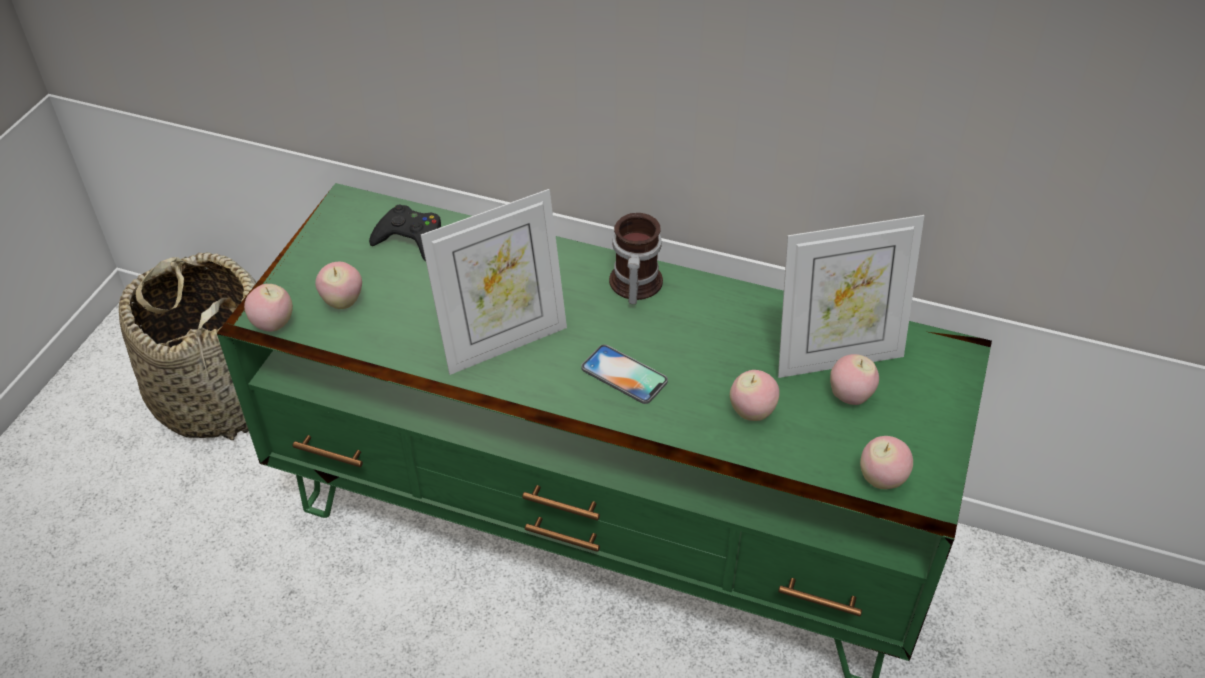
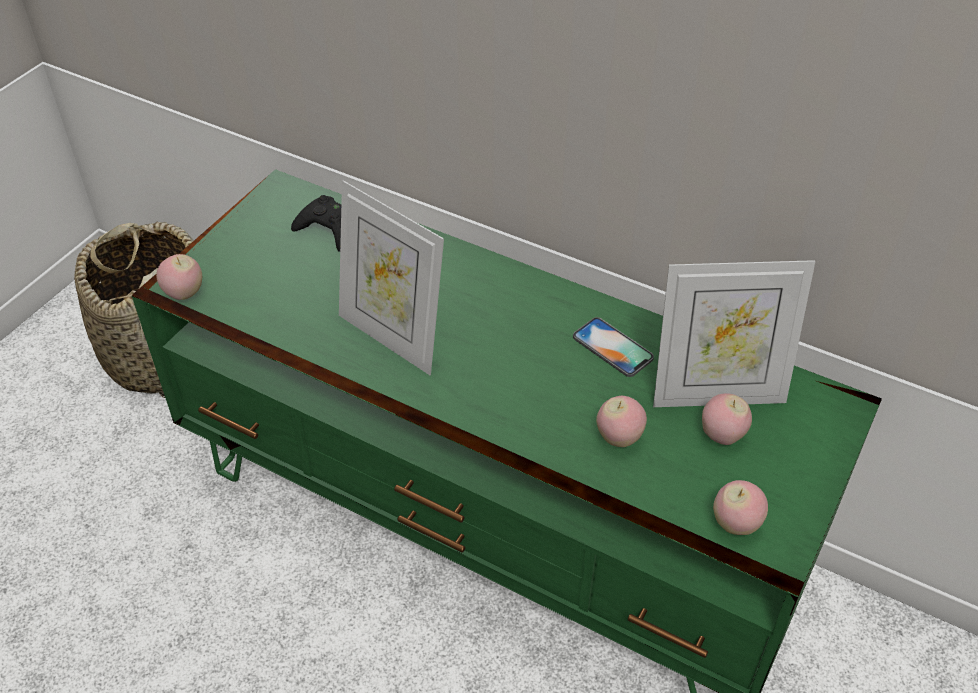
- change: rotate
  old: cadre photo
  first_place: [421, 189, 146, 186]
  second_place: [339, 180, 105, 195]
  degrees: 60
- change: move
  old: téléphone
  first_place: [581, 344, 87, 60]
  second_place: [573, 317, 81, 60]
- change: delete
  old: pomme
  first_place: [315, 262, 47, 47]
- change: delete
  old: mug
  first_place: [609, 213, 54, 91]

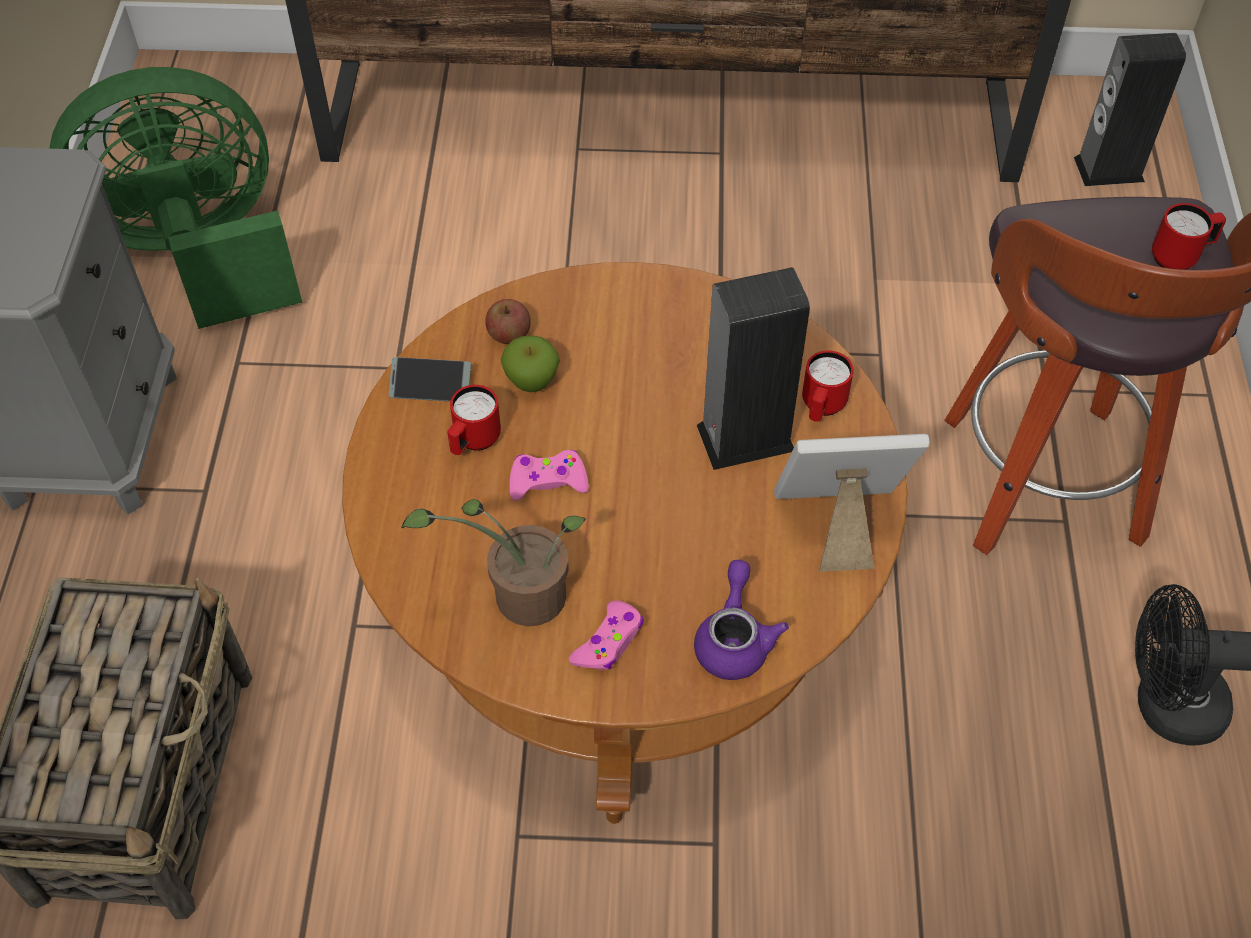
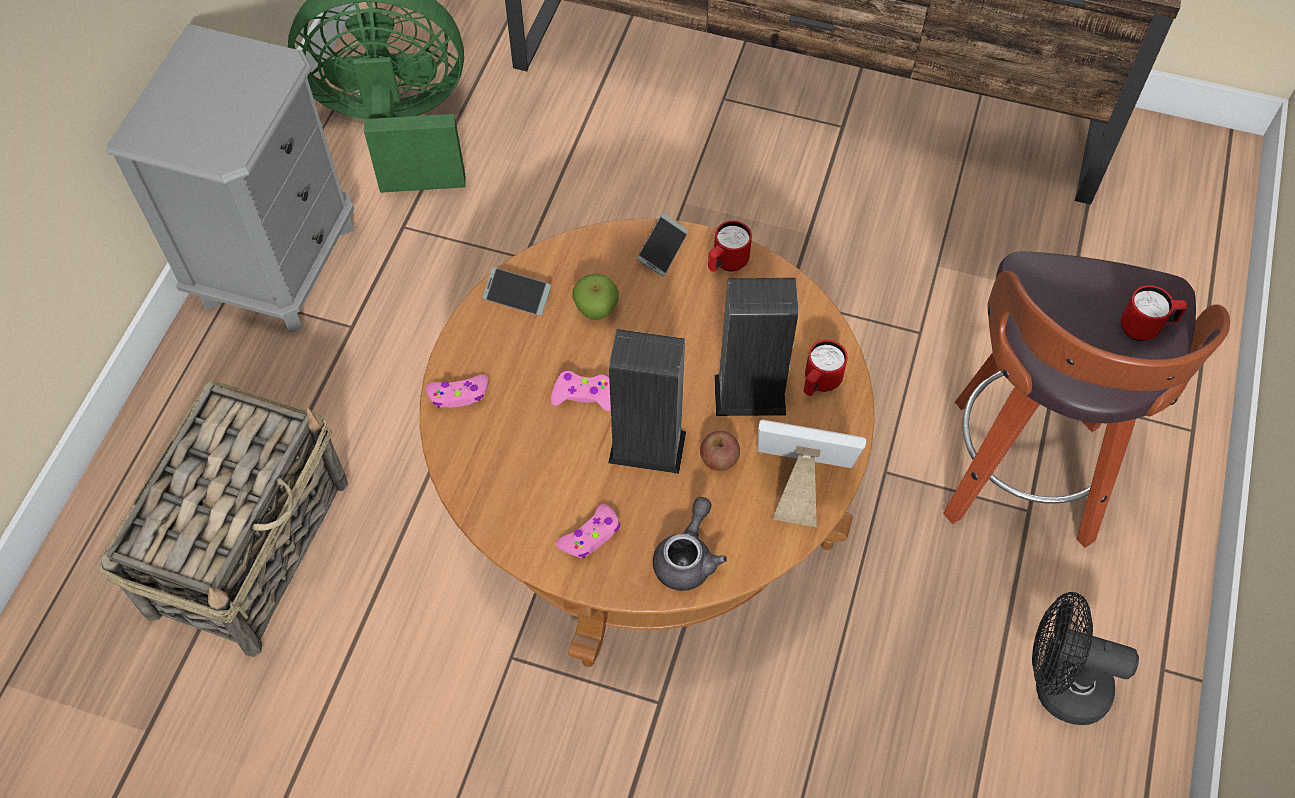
- change: insert
  new: manette/rose
  second_place: [426, 375, 62, 33]
- change: move
  old: enceinte
  first_place: [1074, 33, 112, 153]
  second_place: [608, 329, 78, 145]
- change: insert
  new: téléphone
  second_place: [637, 213, 51, 63]
- change: recolor
  old: théière/violet
  new: théière/gris
  first_place: [694, 560, 95, 120]
  second_place: [653, 497, 74, 94]
- change: move
  old: pomme
  first_place: [485, 299, 46, 45]
  second_place: [700, 431, 40, 40]
- change: move
  old: mug/rouge
  first_place: [447, 385, 54, 70]
  second_place: [708, 221, 44, 51]
- change: delete
  old: plante en pot
  first_place: [401, 499, 185, 127]

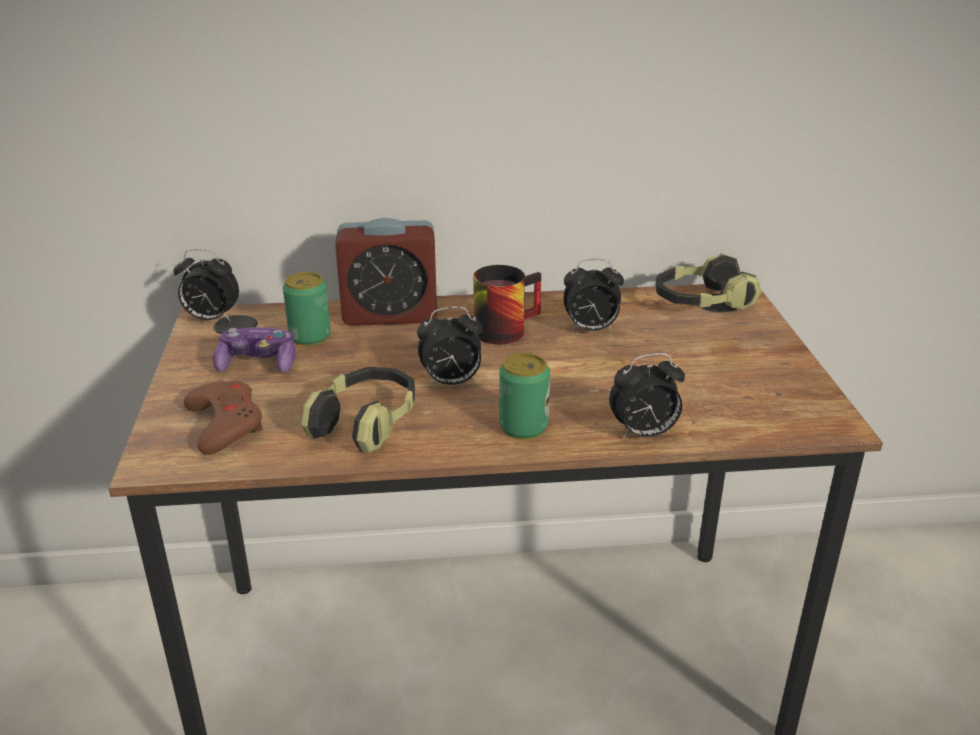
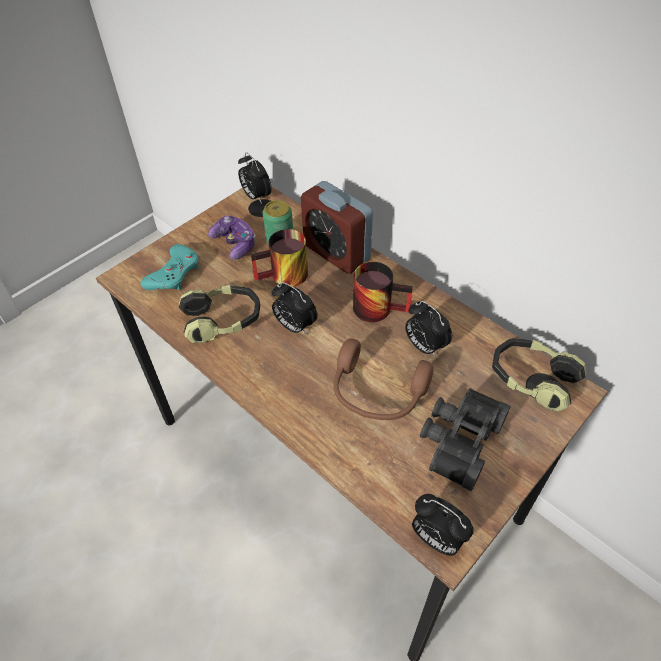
- change: recolor
  old: manette/marron
  new: manette/turquoise
  first_place: [184, 380, 79, 75]
  second_place: [140, 244, 59, 46]
- change: insert
  new: mug
  second_place: [251, 229, 57, 58]
- change: insert
  new: casque audio/marron
  second_place: [333, 339, 101, 81]
- change: move
  old: réveil
  first_place: [609, 353, 76, 85]
  second_place: [412, 494, 62, 62]
- change: insert
  new: jumelles/noir
  second_place: [420, 388, 91, 103]
- change: delete
  old: boîte métallique
  first_place: [499, 353, 51, 87]

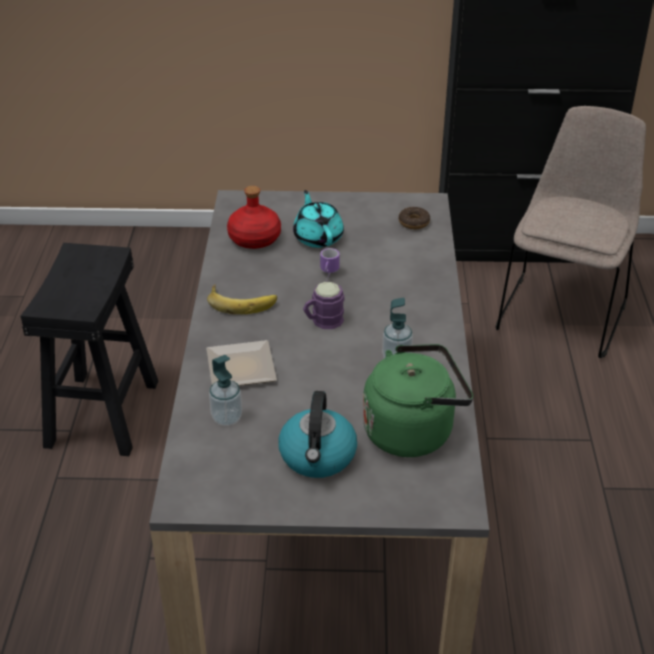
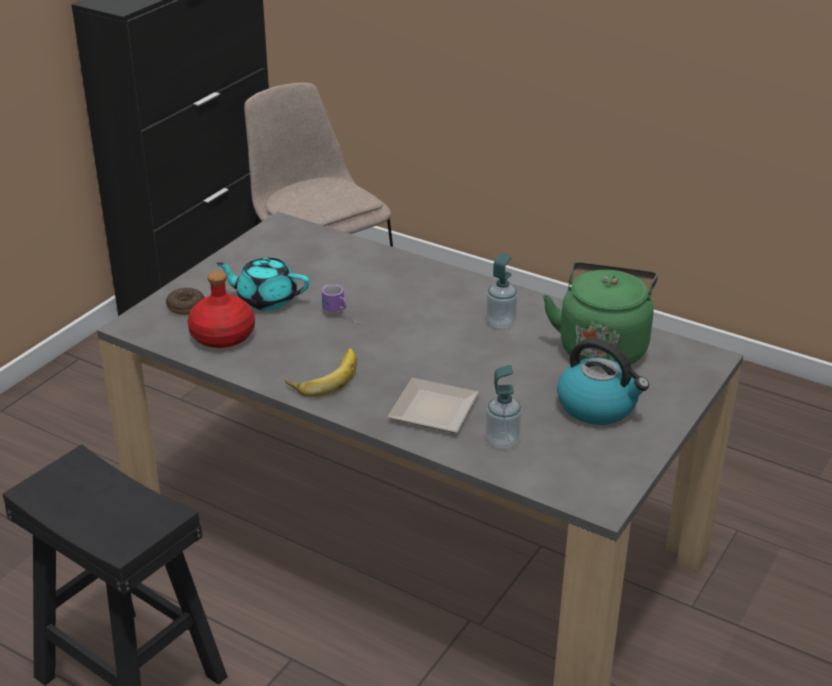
- change: move
  old: beignet
  first_place: [399, 207, 31, 22]
  second_place: [166, 288, 39, 27]
- change: delete
  old: mug/violet
  first_place: [303, 282, 41, 47]

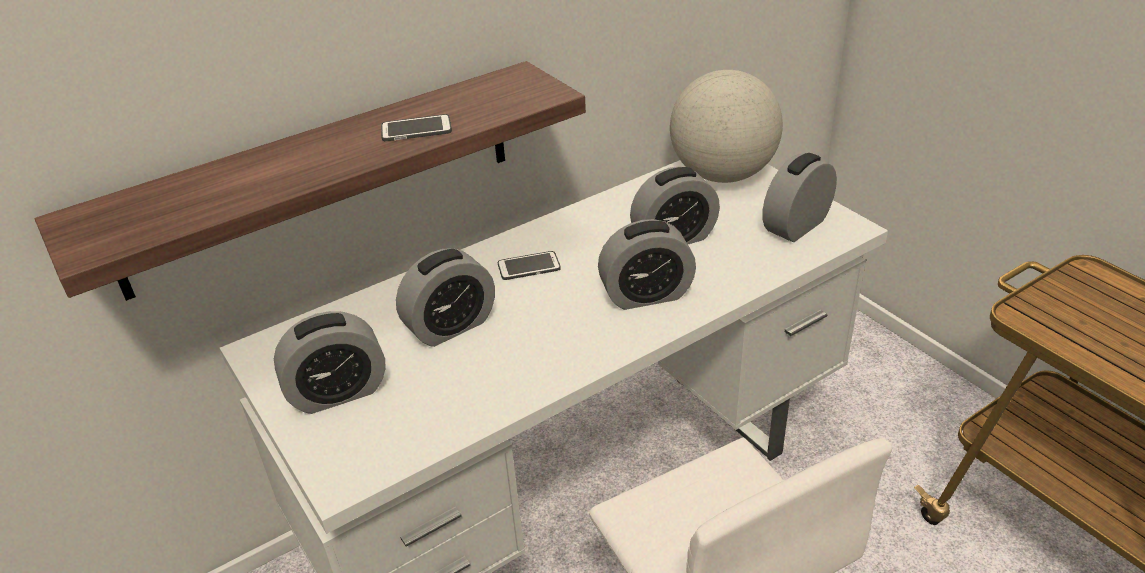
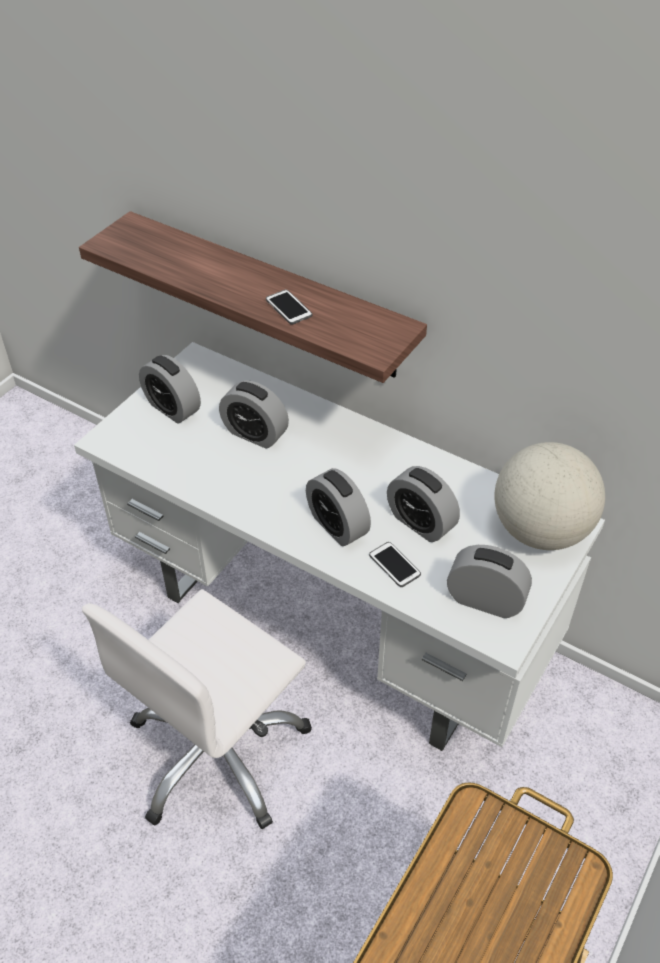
- change: move
  old: téléphone
  first_place: [498, 251, 63, 29]
  second_place: [369, 542, 52, 45]

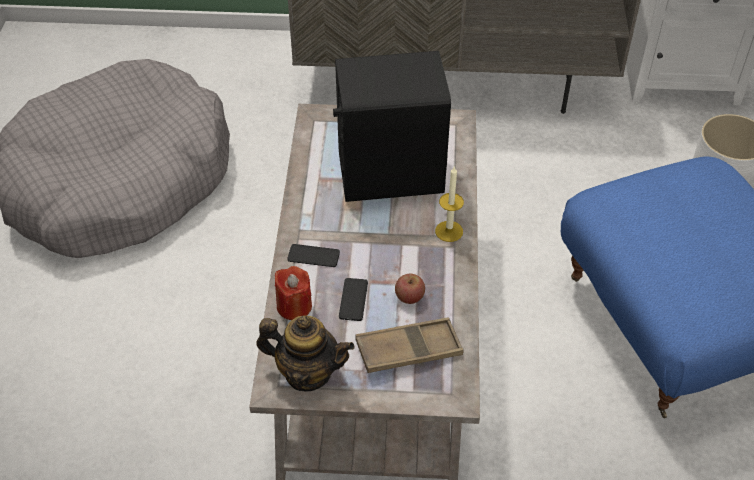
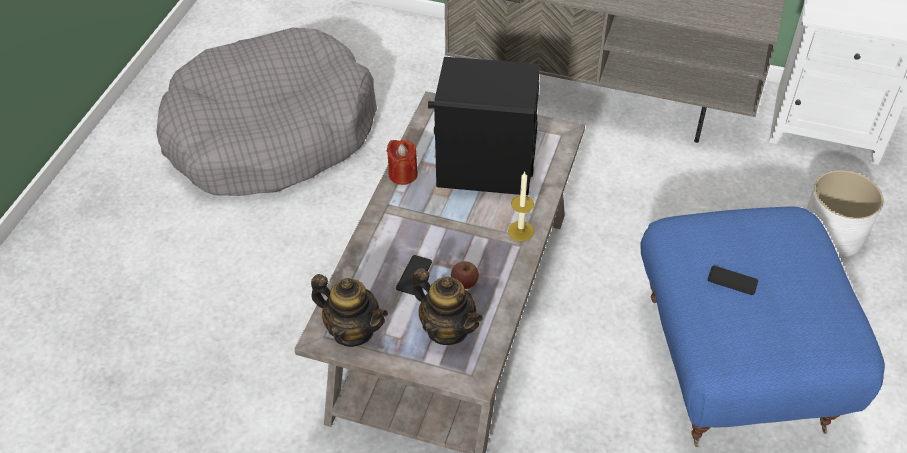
- change: move
  old: bougie/rouge
  first_place: [275, 266, 37, 54]
  second_place: [387, 139, 31, 46]
- change: replace
  old: plateau/marron
  new: théière
  first_place: [355, 318, 109, 55]
  second_place: [412, 268, 71, 77]
- change: move
  old: téléphone
  first_place: [287, 244, 53, 23]
  second_place: [708, 266, 50, 29]

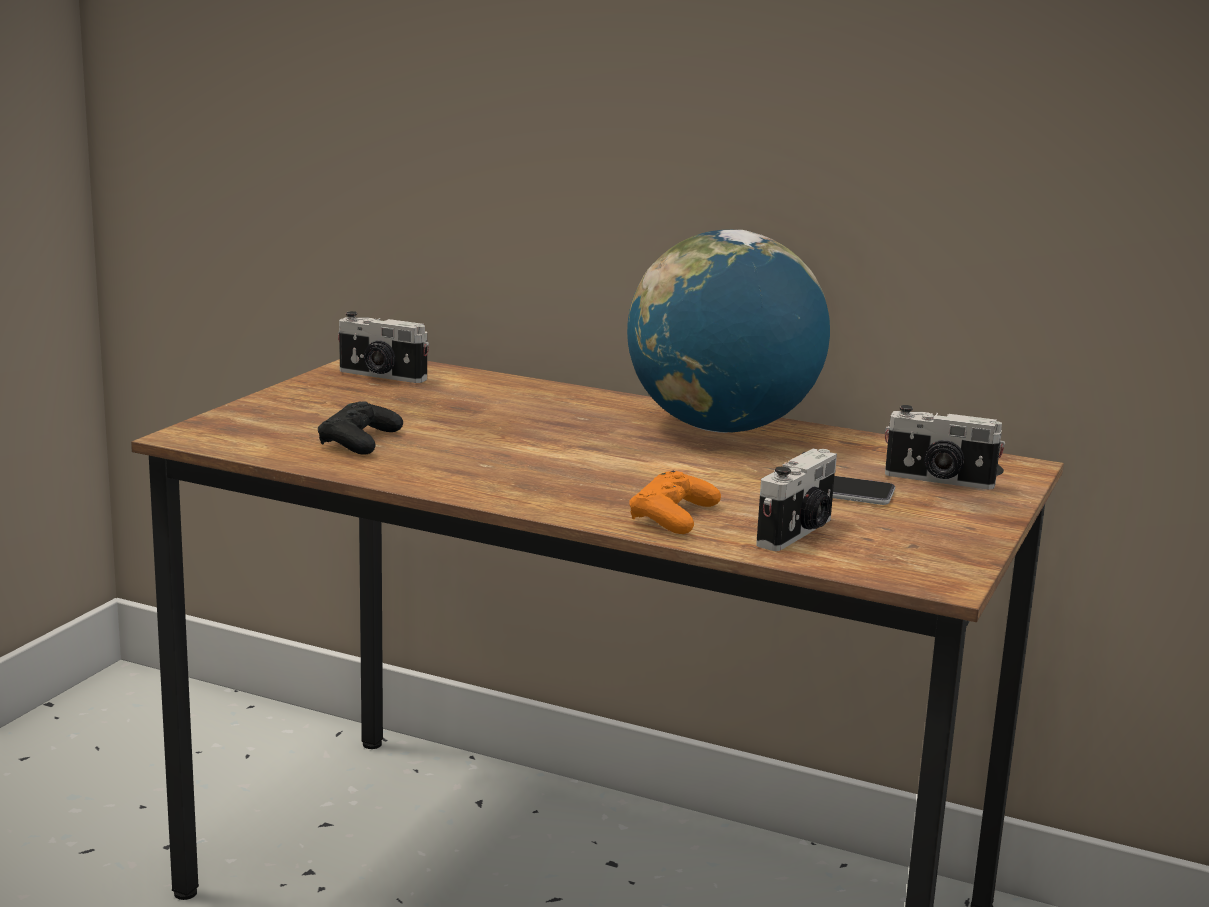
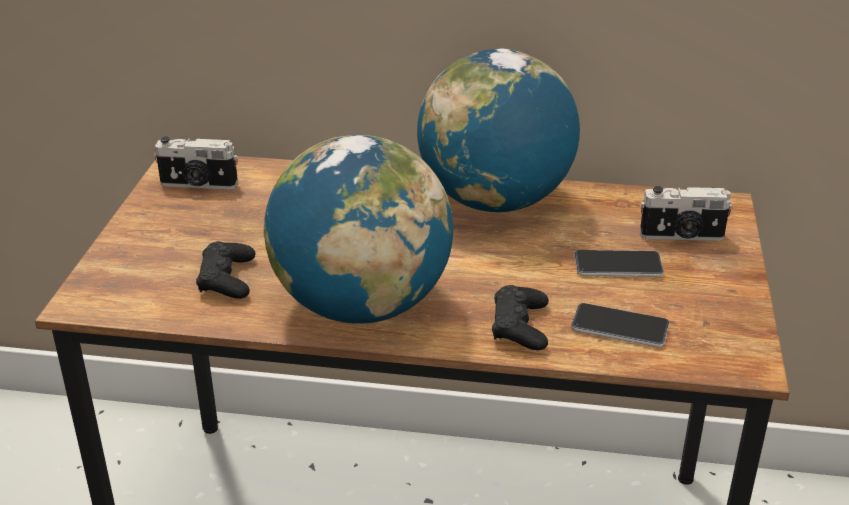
- change: insert
  new: globe
  second_place: [264, 135, 189, 188]
- change: recolor
  old: manette/orange
  new: manette/noir
  first_place: [629, 471, 92, 63]
  second_place: [492, 285, 57, 65]
- change: replace
  old: appareil photo
  new: téléphone
  first_place: [756, 448, 81, 103]
  second_place: [571, 303, 98, 44]

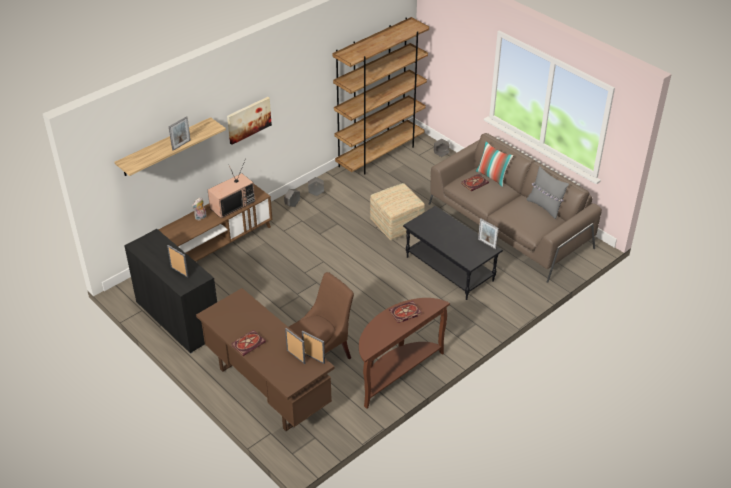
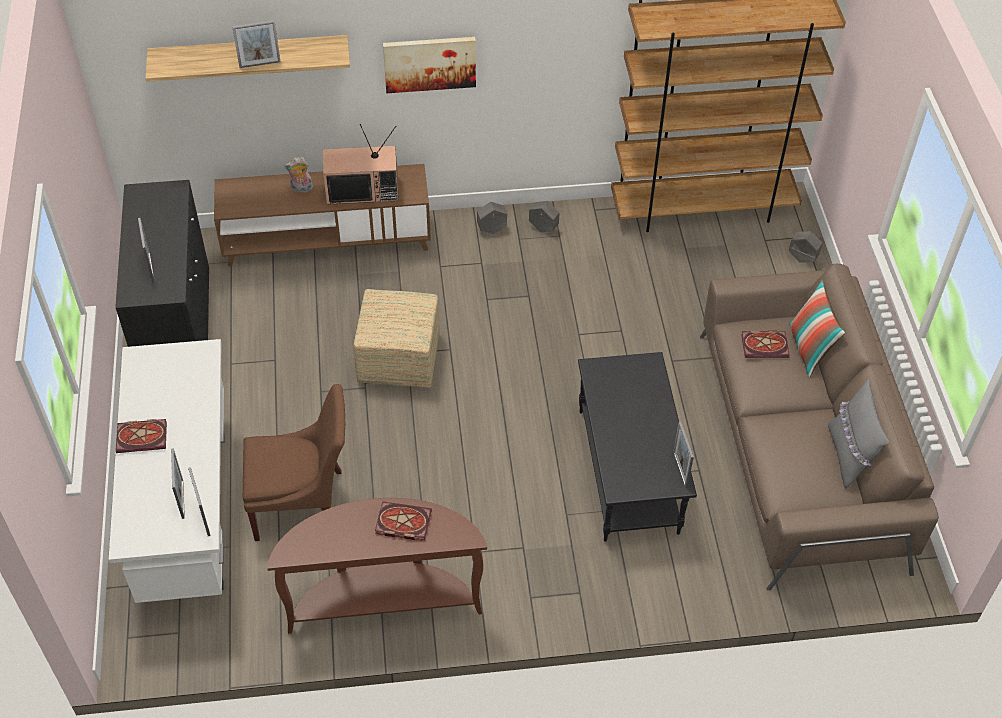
- change: recolor
  old: bureau/marron
  new: bureau/blanc
  first_place: [196, 288, 139, 143]
  second_place: [109, 339, 116, 264]
- change: move
  old: pouf
  first_place: [370, 183, 55, 58]
  second_place: [353, 289, 87, 99]

